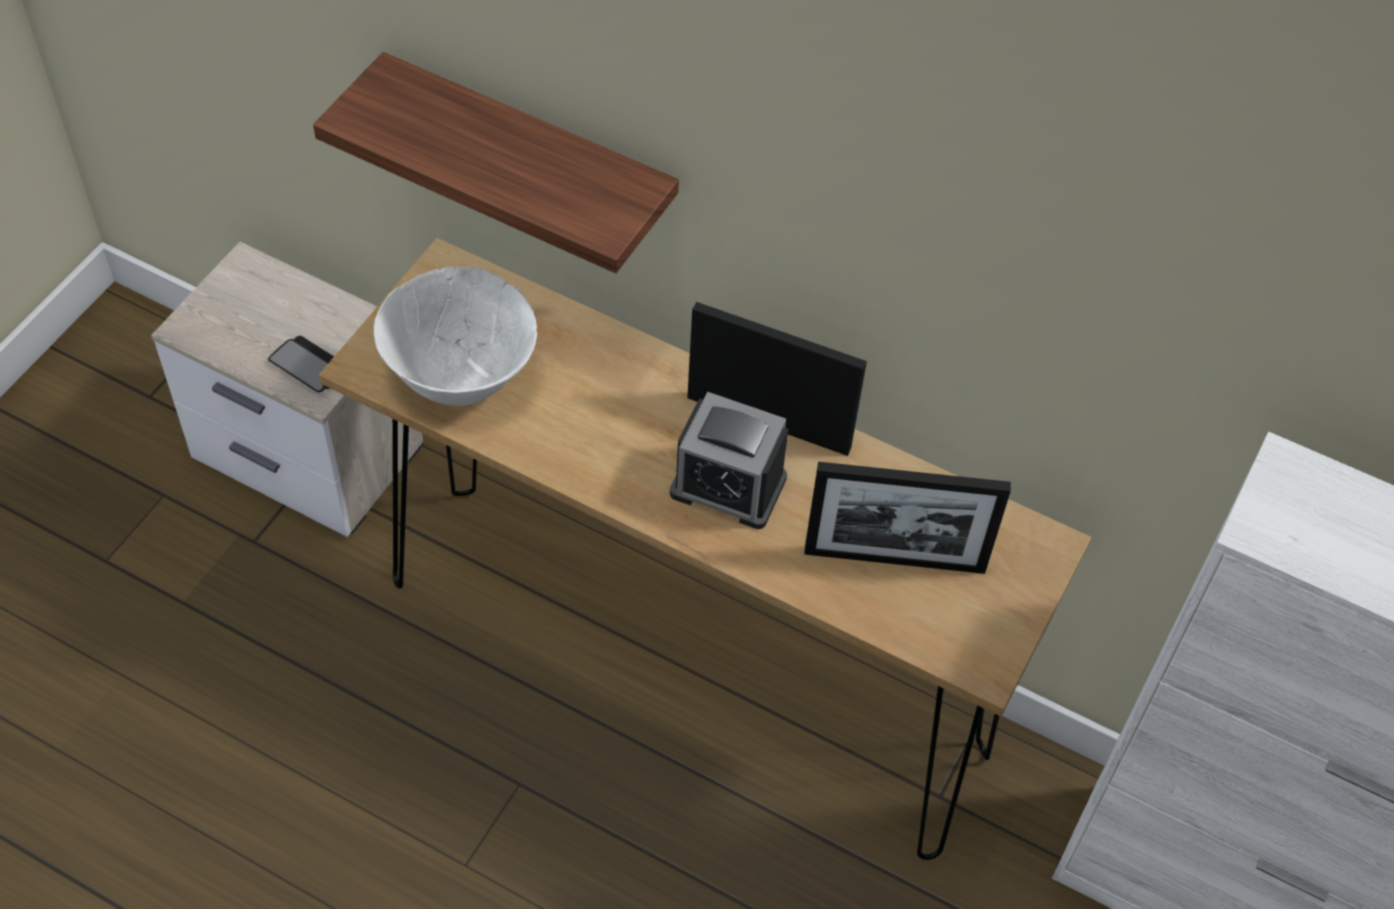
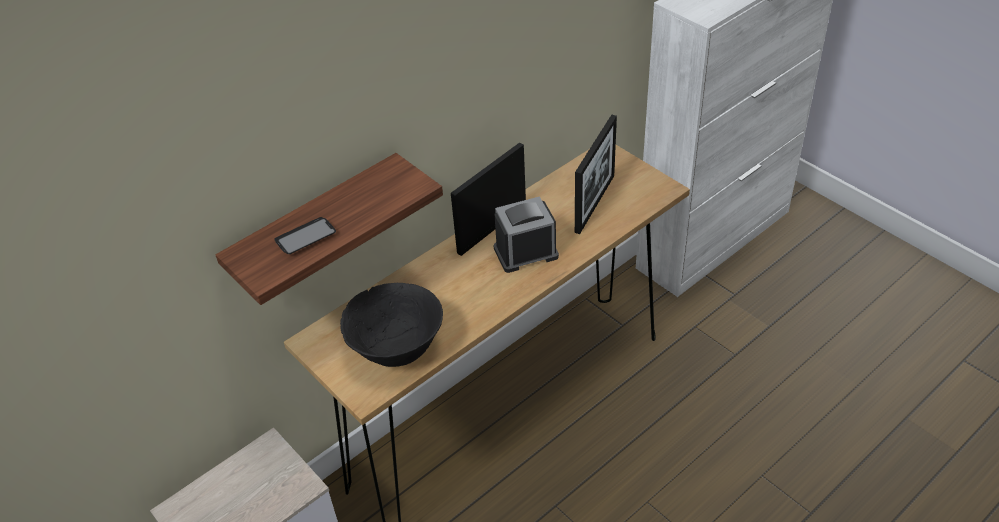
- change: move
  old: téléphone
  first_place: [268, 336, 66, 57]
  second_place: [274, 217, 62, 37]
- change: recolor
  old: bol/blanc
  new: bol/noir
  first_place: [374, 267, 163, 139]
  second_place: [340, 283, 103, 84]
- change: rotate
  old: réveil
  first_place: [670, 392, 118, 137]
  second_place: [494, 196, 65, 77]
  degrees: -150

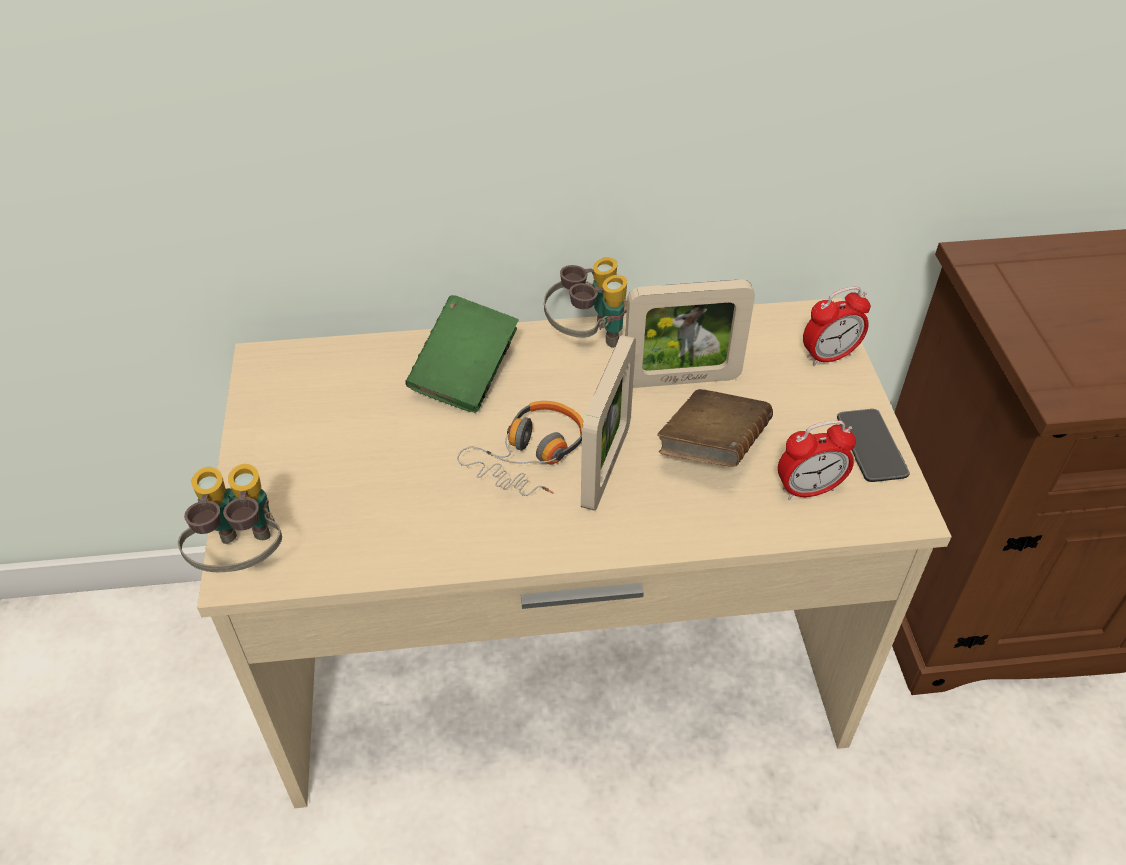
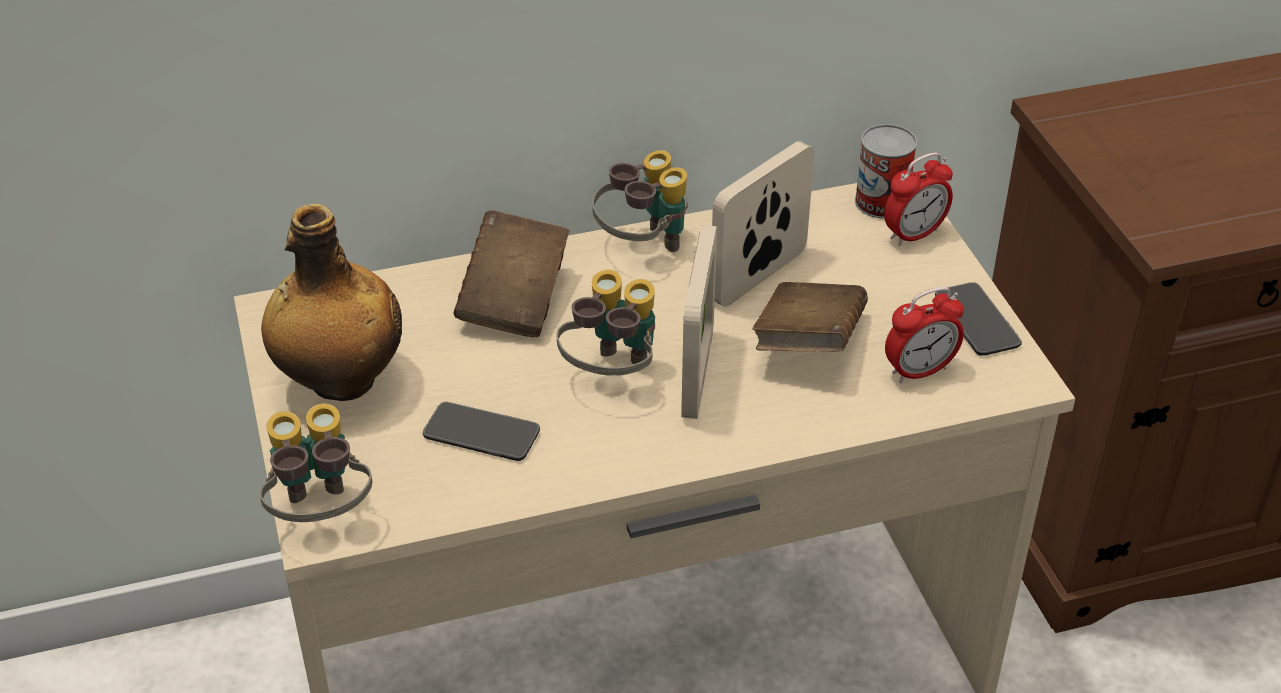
- change: insert
  new: bouteille
  second_place: [261, 204, 141, 197]
- change: insert
  new: téléphone
  second_place: [423, 402, 117, 59]
- change: recolor
  old: livre/vert
  new: livre/marron
  first_place: [405, 295, 114, 118]
  second_place: [454, 210, 116, 127]
- change: replace
  old: casque audio
  new: jumelles
  first_place: [457, 401, 126, 95]
  second_place: [557, 270, 98, 106]
- change: rotate
  old: cadre photo
  first_place: [625, 279, 130, 109]
  second_place: [712, 141, 102, 166]
  degrees: 150
- change: insert
  new: boîte métallique
  second_place: [855, 124, 62, 95]

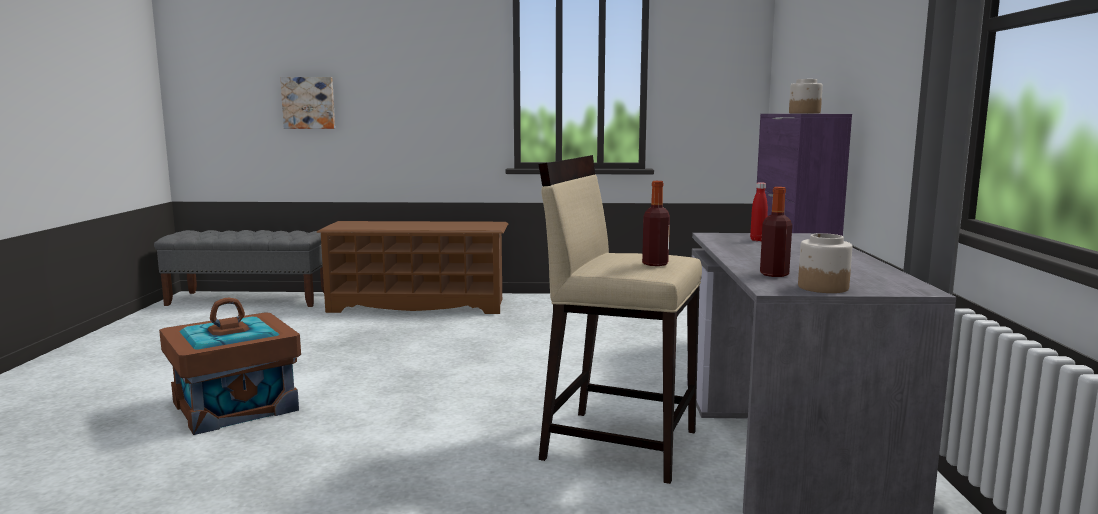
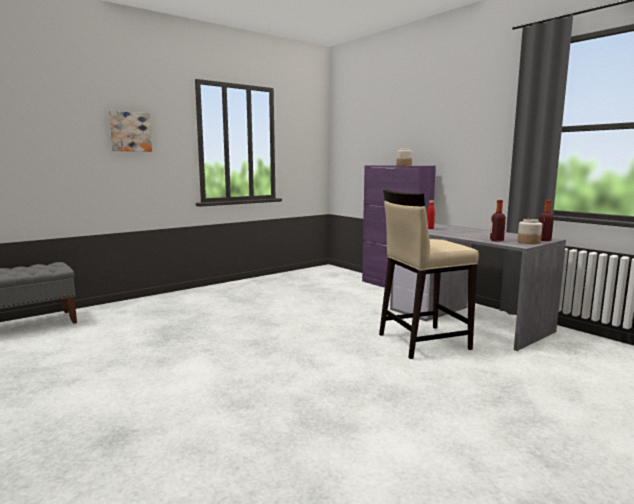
- change: move
  old: tableau
  first_place: [280, 77, 55, 52]
  second_place: [109, 111, 43, 41]
- change: move
  old: bouteille
  first_place: [642, 181, 28, 85]
  second_place: [539, 200, 15, 41]
- change: delete
  old: boîte de rangement/marron
  first_place: [159, 298, 142, 137]
- change: delete
  old: étagère à chaussures/marron
  first_place: [316, 221, 192, 93]

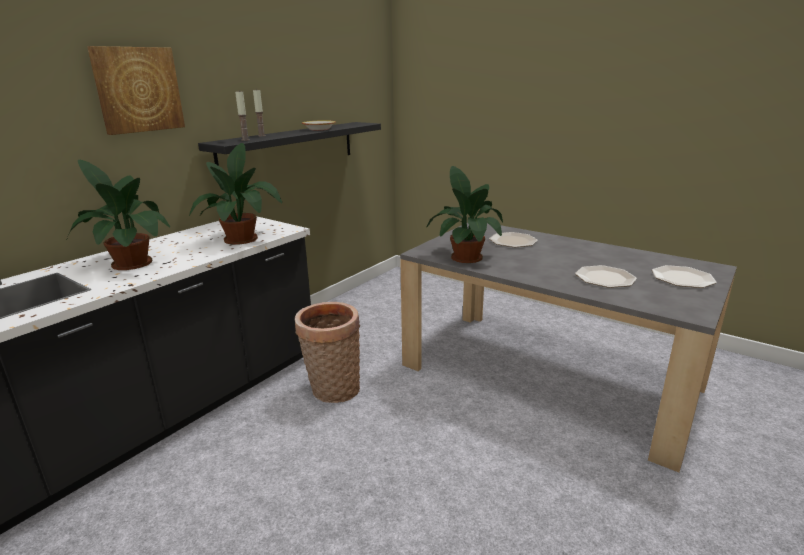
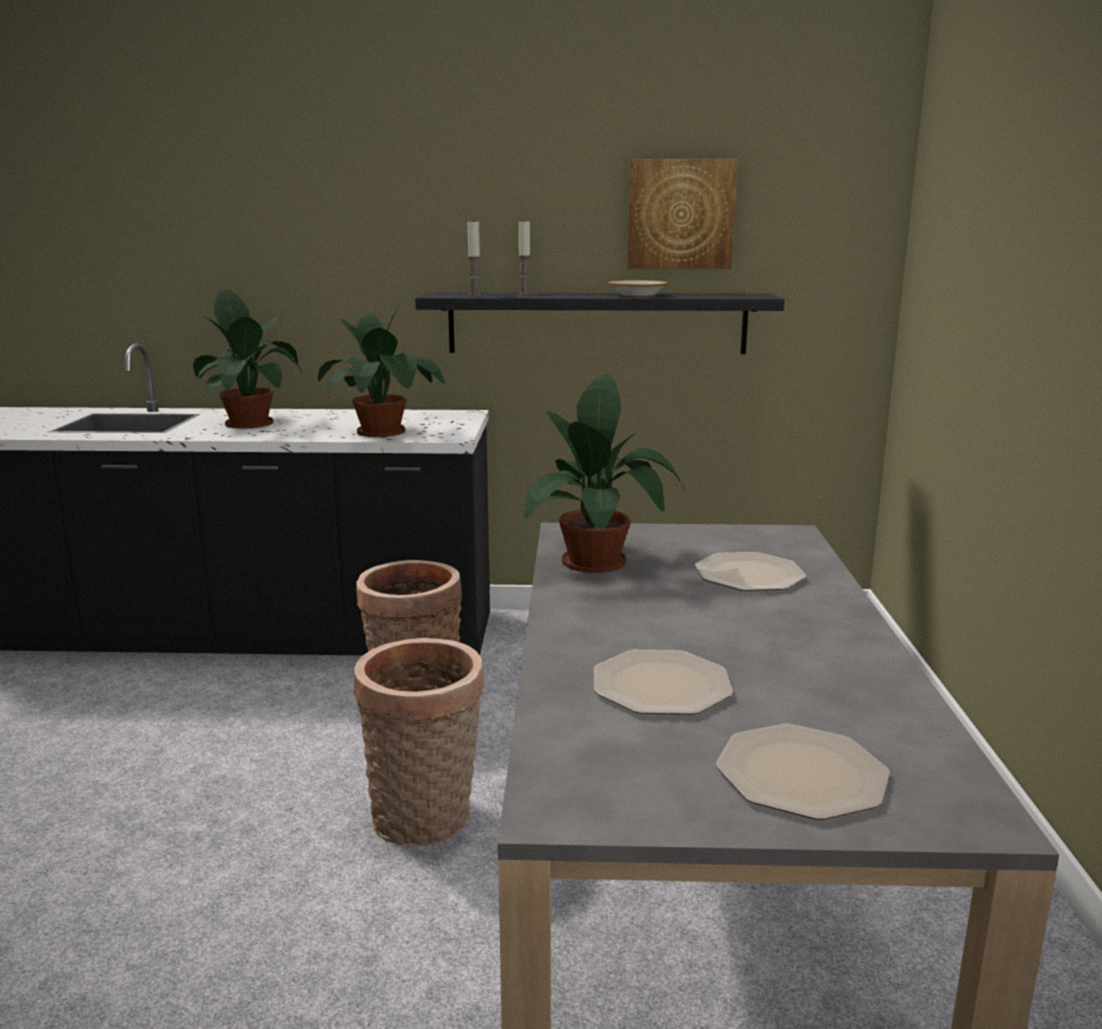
- change: insert
  new: panier
  second_place: [353, 638, 131, 209]
- change: move
  old: tableau
  first_place: [87, 46, 98, 89]
  second_place: [627, 159, 111, 109]

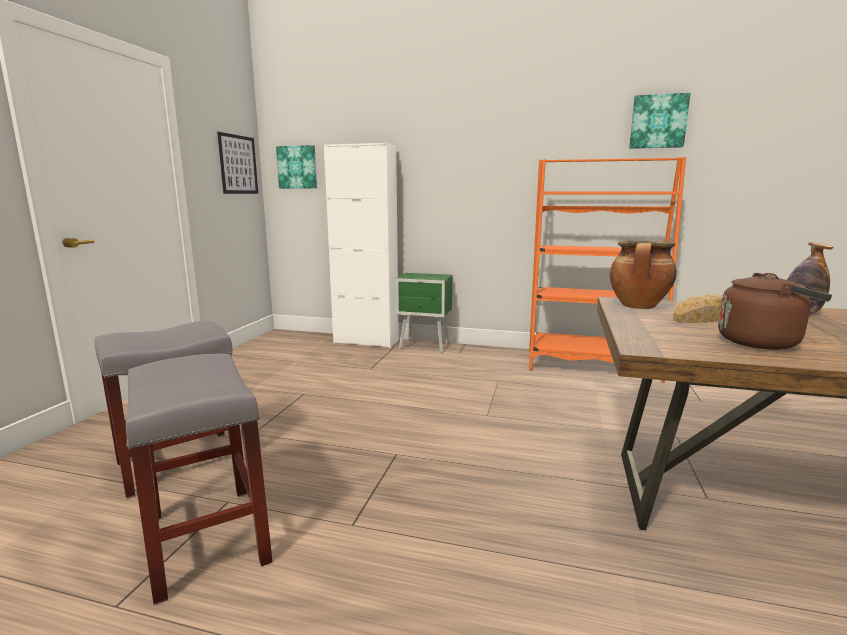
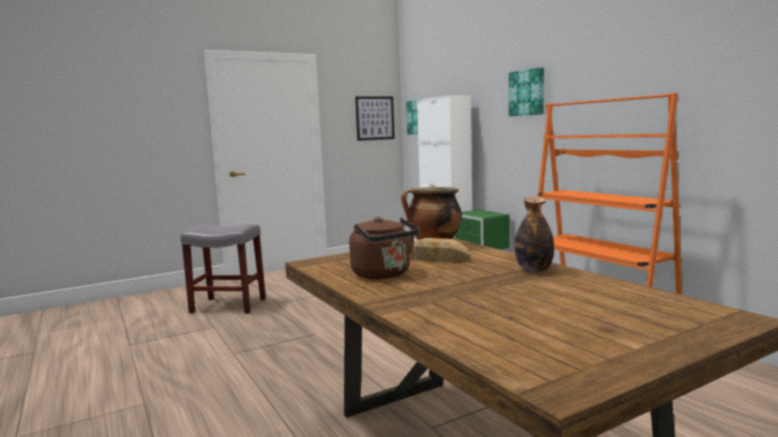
- change: move
  old: tableau
  first_place: [629, 93, 61, 56]
  second_place: [509, 67, 35, 49]
- change: delete
  old: tabouret/gris
  first_place: [126, 354, 147, 251]

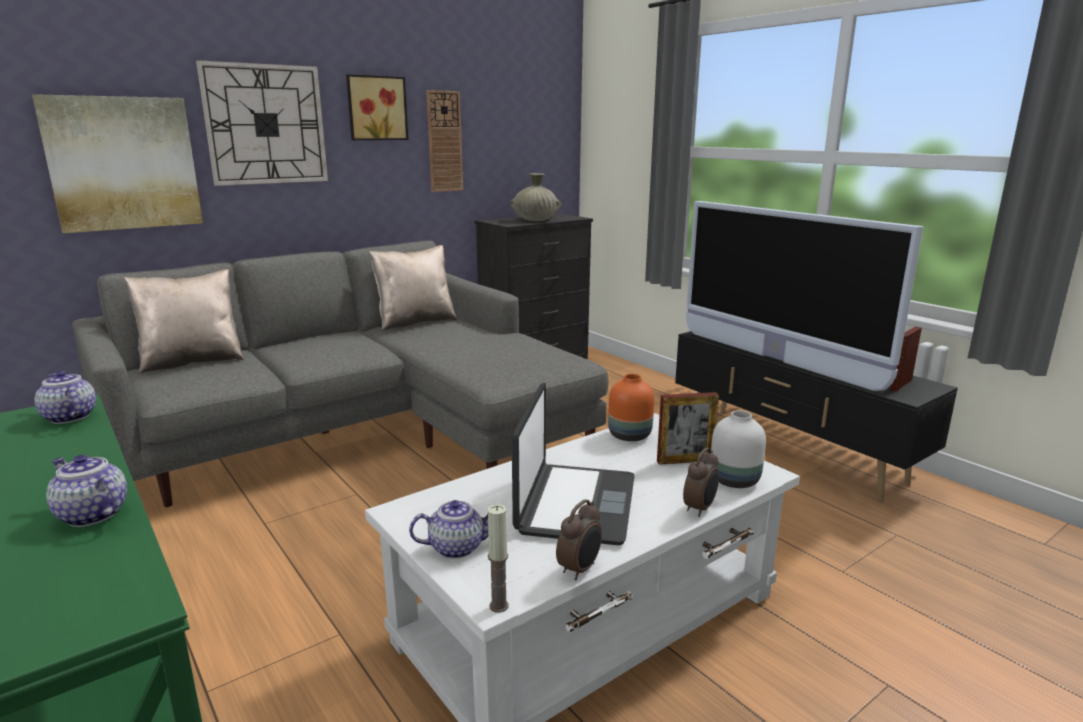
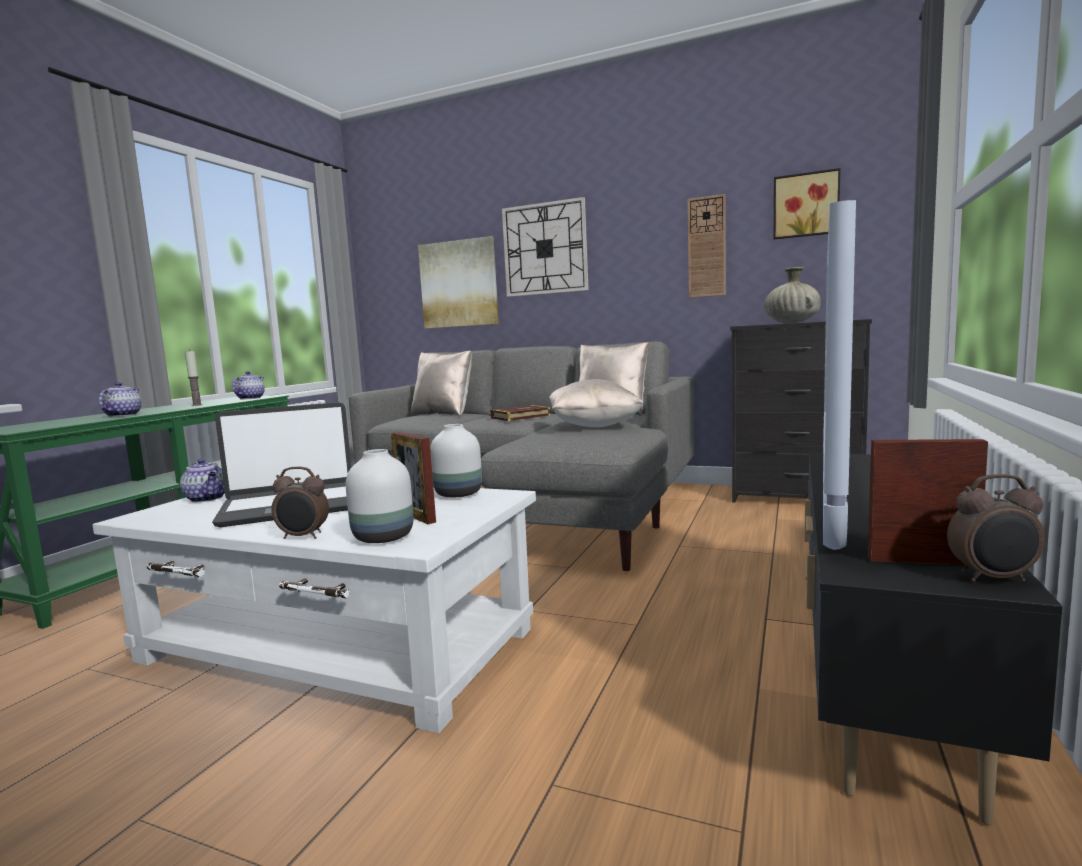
- change: move
  old: bougie
  first_place: [488, 504, 21, 109]
  second_place: [185, 349, 17, 57]
- change: recolor
  old: vase/orange
  new: vase/blanc
  first_place: [608, 374, 46, 67]
  second_place: [430, 424, 52, 73]
- change: insert
  new: livre
  second_place: [490, 405, 61, 16]
- change: insert
  new: coussin/beige
  second_place: [549, 379, 95, 48]
- change: move
  old: tableau
  first_place: [346, 74, 63, 66]
  second_place: [774, 168, 66, 72]
- change: move
  old: réveil
  first_place: [556, 499, 46, 81]
  second_place: [947, 474, 98, 108]

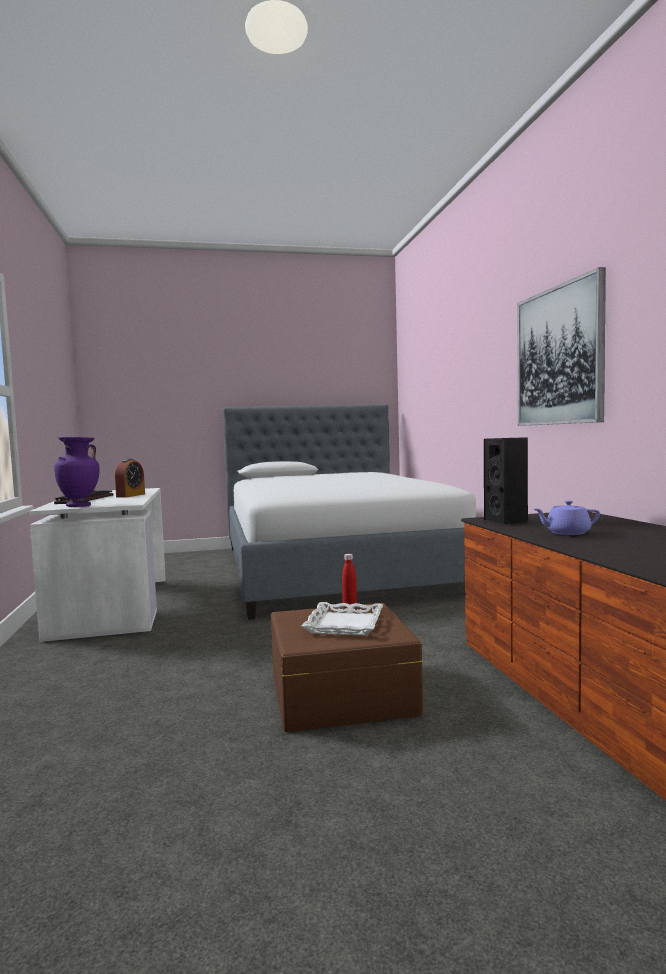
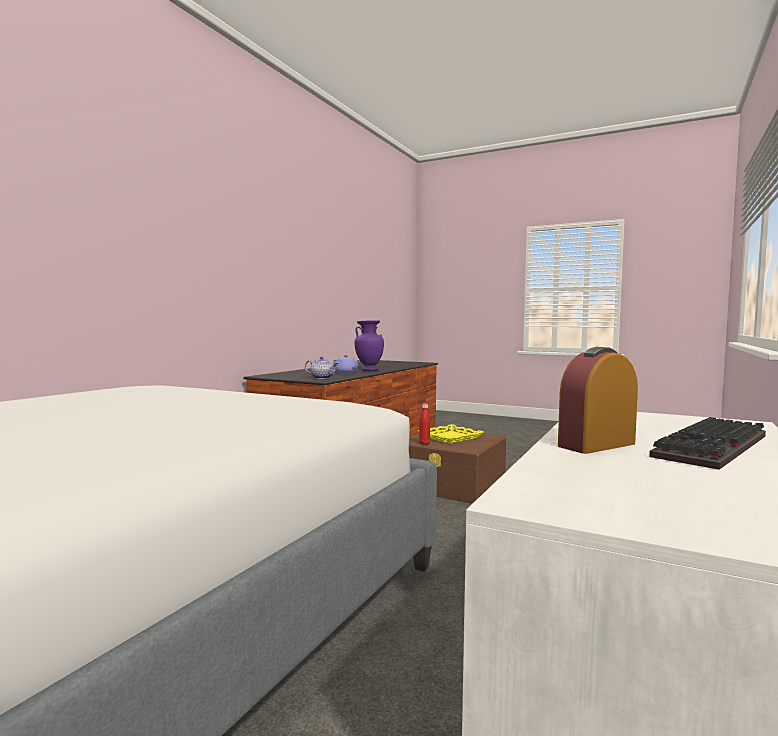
- change: replace
  old: enceinte/noir
  new: théière
  first_place: [484, 438, 44, 86]
  second_place: [305, 357, 33, 22]
- change: move
  old: vase/violet
  first_place: [54, 437, 46, 70]
  second_place: [354, 320, 30, 51]
- change: recolor
  old: plateau/blanc
  new: plateau/jaune
  first_place: [302, 602, 81, 34]
  second_place: [418, 424, 66, 20]
- change: delete
  old: tableau
  first_place: [518, 267, 88, 159]

